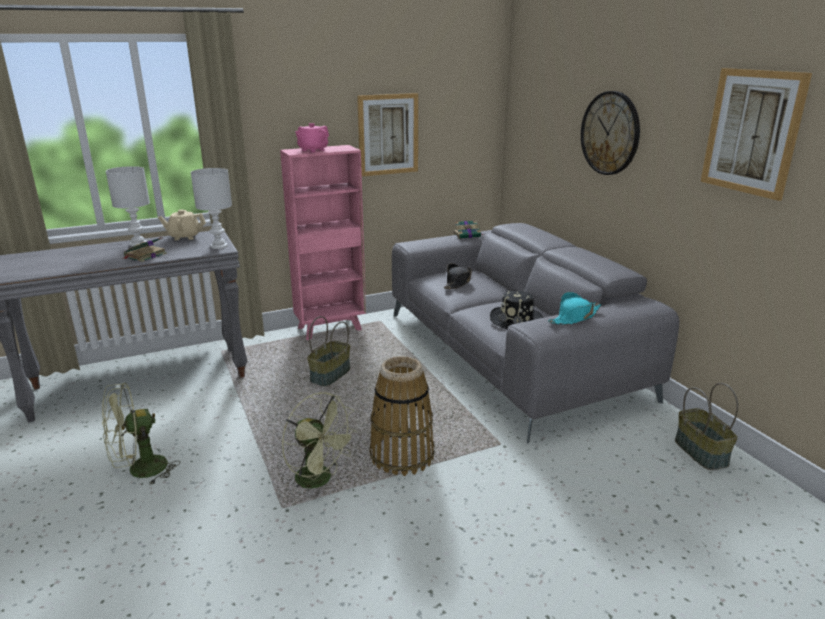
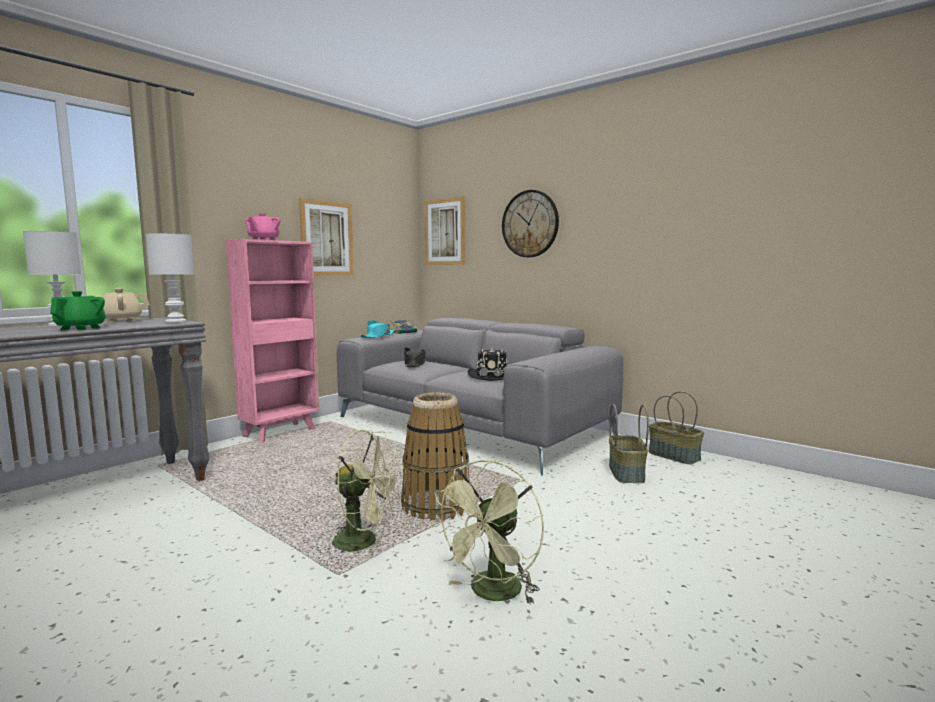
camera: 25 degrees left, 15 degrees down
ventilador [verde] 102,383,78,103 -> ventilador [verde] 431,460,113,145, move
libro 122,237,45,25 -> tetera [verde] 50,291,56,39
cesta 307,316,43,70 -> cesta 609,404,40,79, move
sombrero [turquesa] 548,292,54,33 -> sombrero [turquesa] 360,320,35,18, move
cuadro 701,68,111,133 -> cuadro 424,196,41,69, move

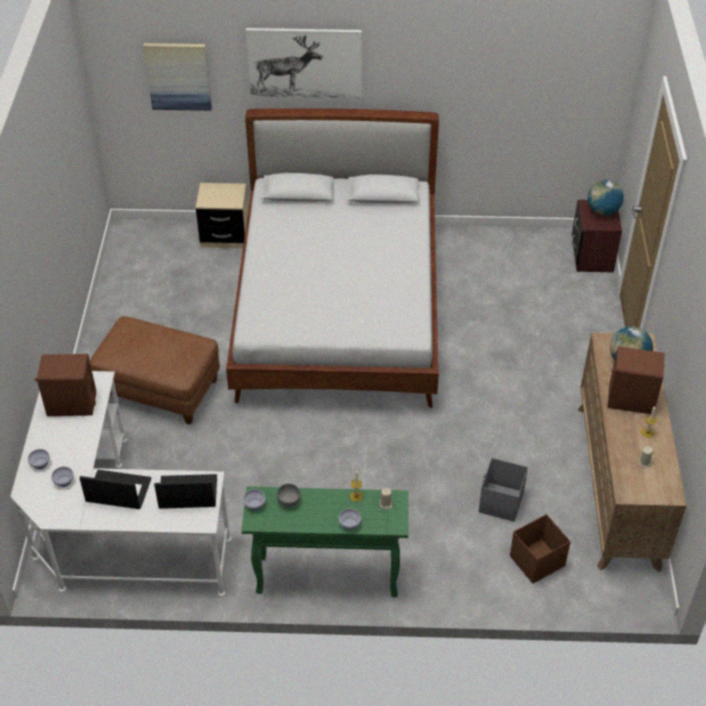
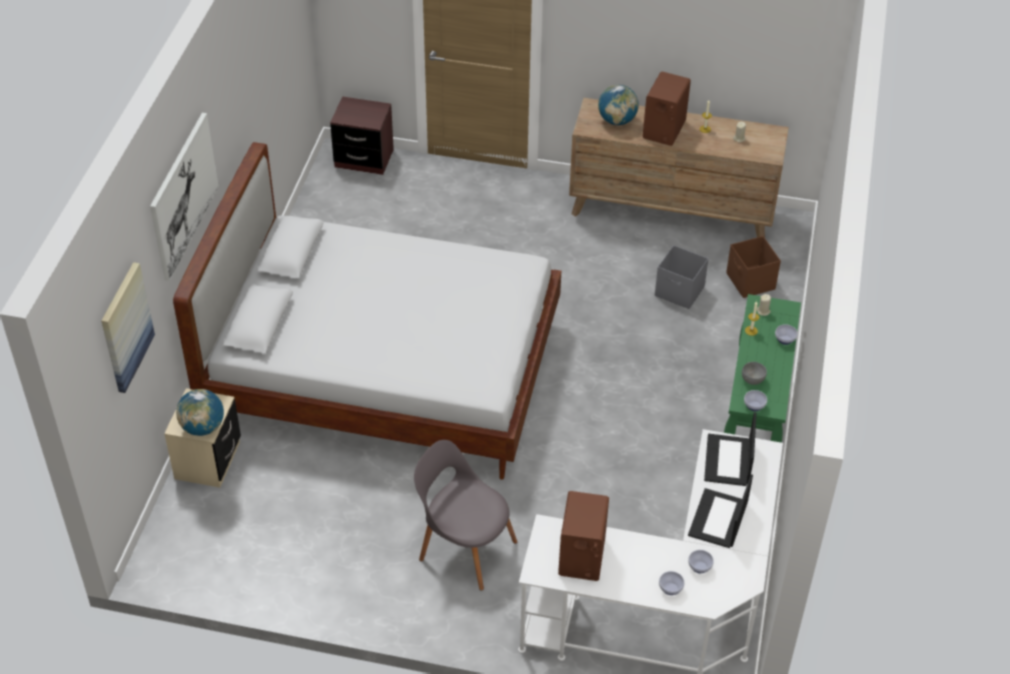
camera: 80 degrees left, 0 degrees up
puf [marrón] 90,316,130,109 -> silla [gris] 414,440,103,150
globo terráqueo 588,180,36,35 -> globo terráqueo 176,389,48,47, move

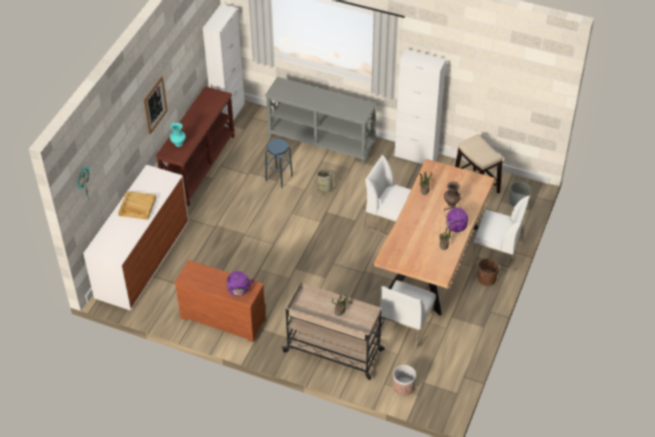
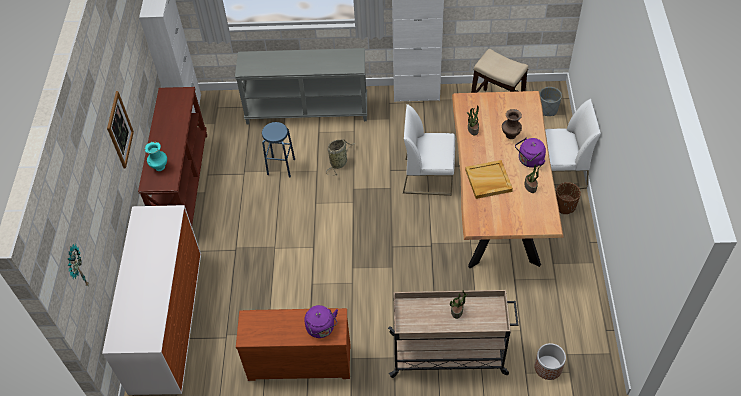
camera: 20 degrees left, 5 degrees up
bandeja [beis] 118,191,38,29 -> bandeja [beis] 465,160,48,39, move
silla [blanco] 378,280,58,69 -> none

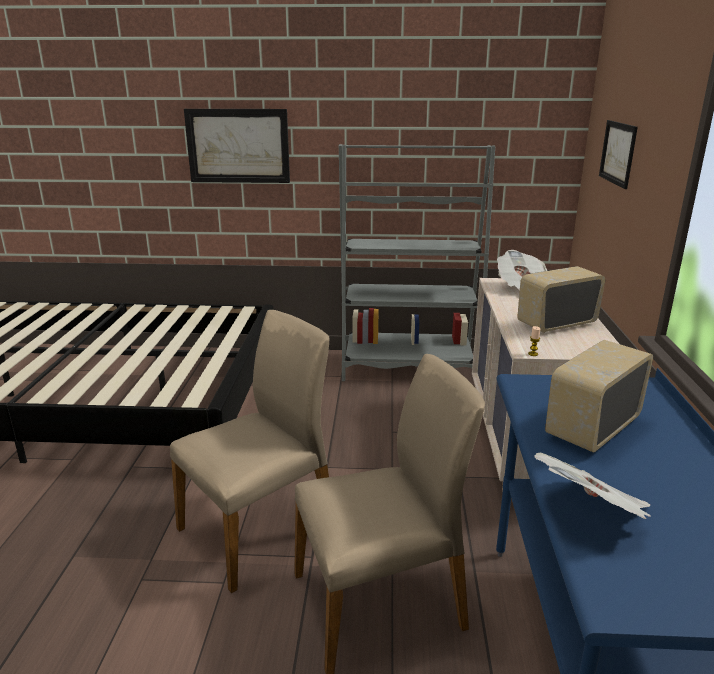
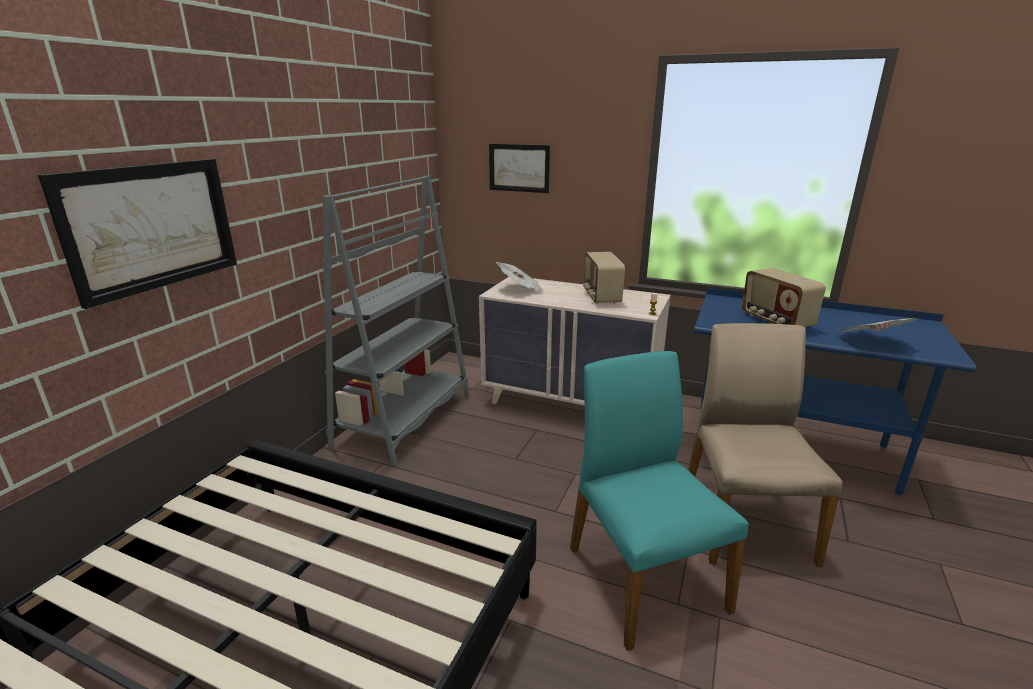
camera: 70 degrees left, 0 degrees up
silla [beis] 170,310,159,283 -> silla [turquesa] 570,351,179,300

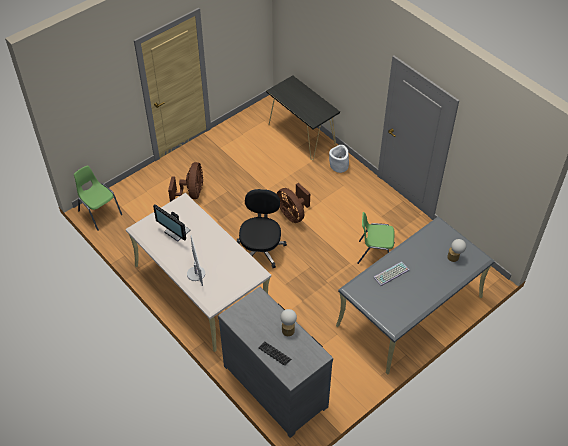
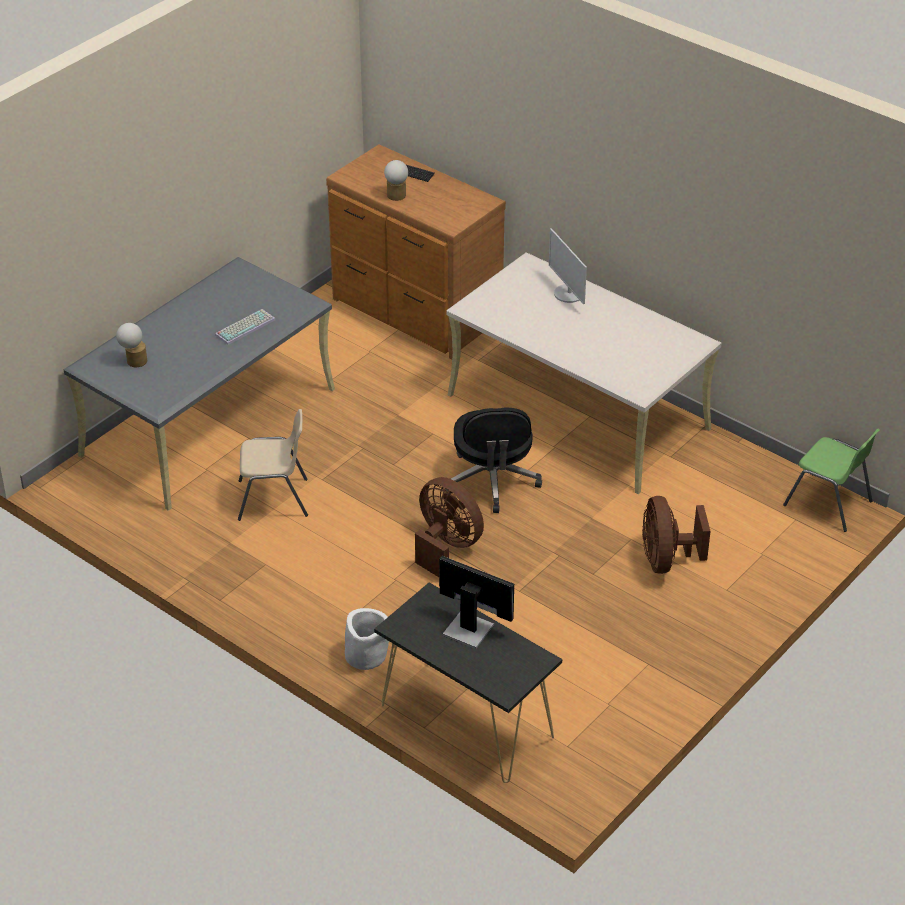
camera: 170 degrees right, 10 degrees down
monitor 153,204,37,38 -> monitor 439,556,75,93, move
cómoda [gris] 218,287,115,151 -> cómoda [marrón] 326,144,180,216
silla [verde] 357,212,38,52 -> silla [beis] 238,409,70,112

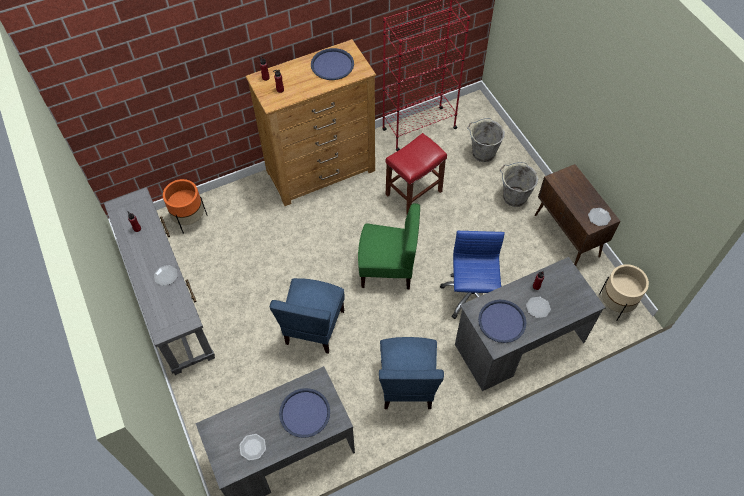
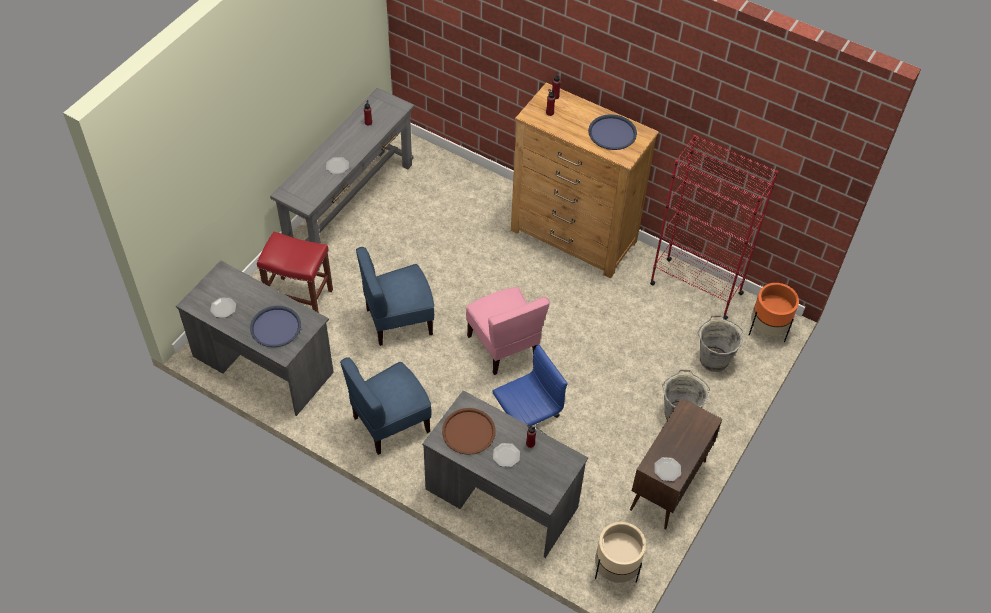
camera: 55 degrees right, 5 degrees down
maceta [naranja] 163,179,45,55 -> maceta [naranja] 749,283,50,59, move
silla [verde] 358,203,62,86 -> silla [rosa] 466,287,84,88
taburete [rojo] 385,133,62,81 -> taburete [rojo] 257,232,76,81, move
bandeja [azul] 478,300,48,43 -> bandeja [marrón] 442,408,54,47

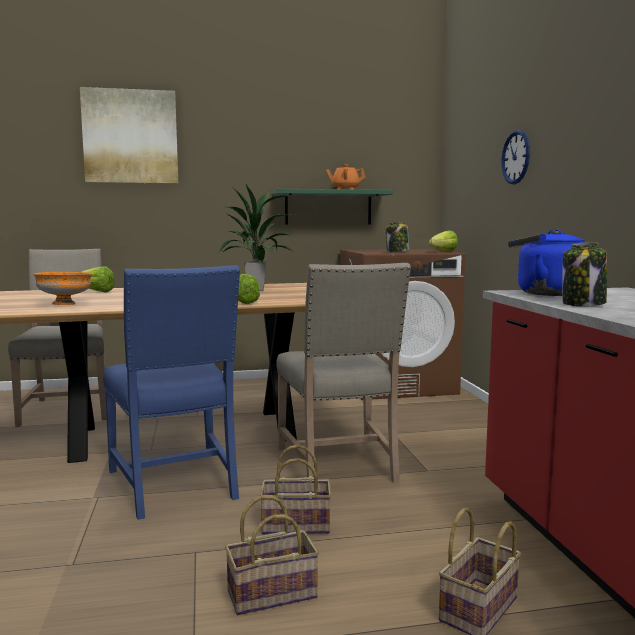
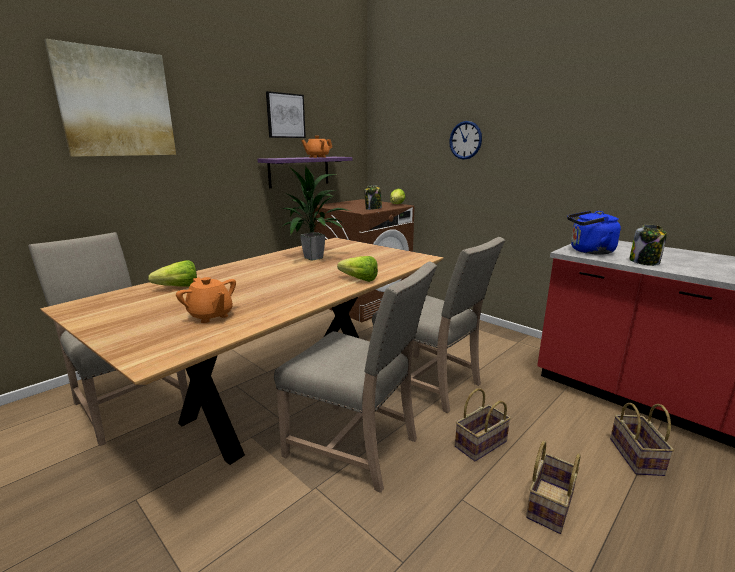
camera: 35 degrees left, 10 degrees up
cuenco [naranja] 33,272,60,33 -> tetera [naranja] 176,277,60,46
silla [azul] 103,265,137,255 -> silla [beis] 274,262,163,231
estante [verde] 272,189,121,35 -> estante [morado] 257,157,96,31
none -> cuadro 266,91,40,47

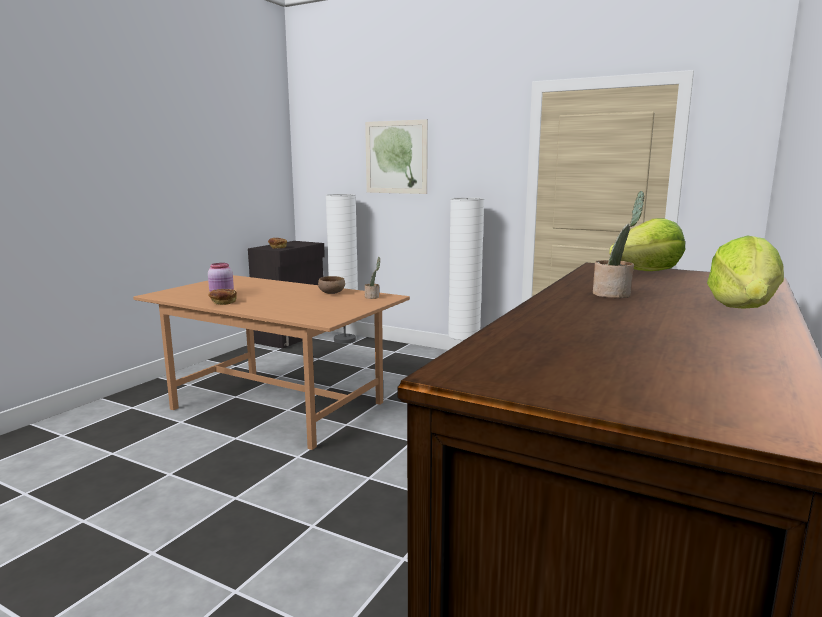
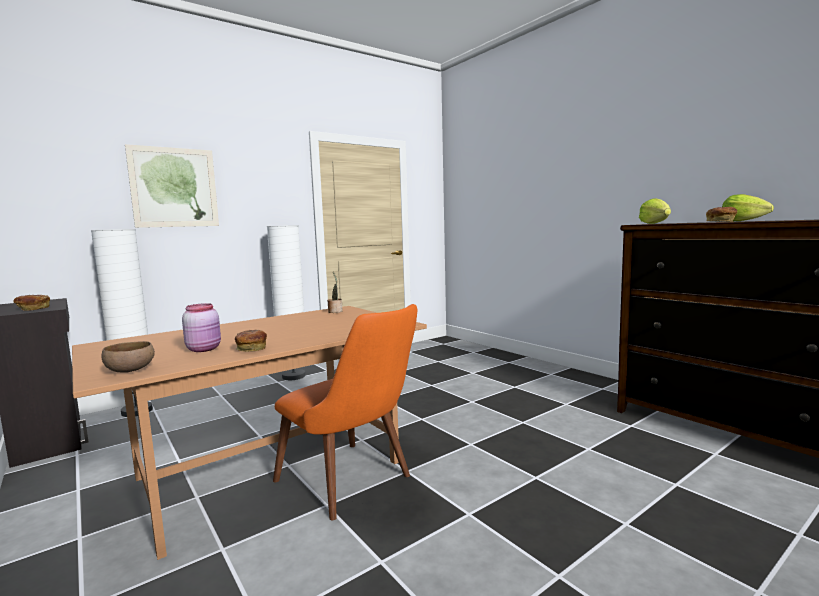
camera: 65 degrees left, 5 degrees down
cuenco [marrón] 318,276,27,18 -> cuenco [marrón] 102,341,53,32, move
planta en maceta 593,191,51,107 -> pan 706,207,31,15
none -> silla [naranja] 273,304,145,216

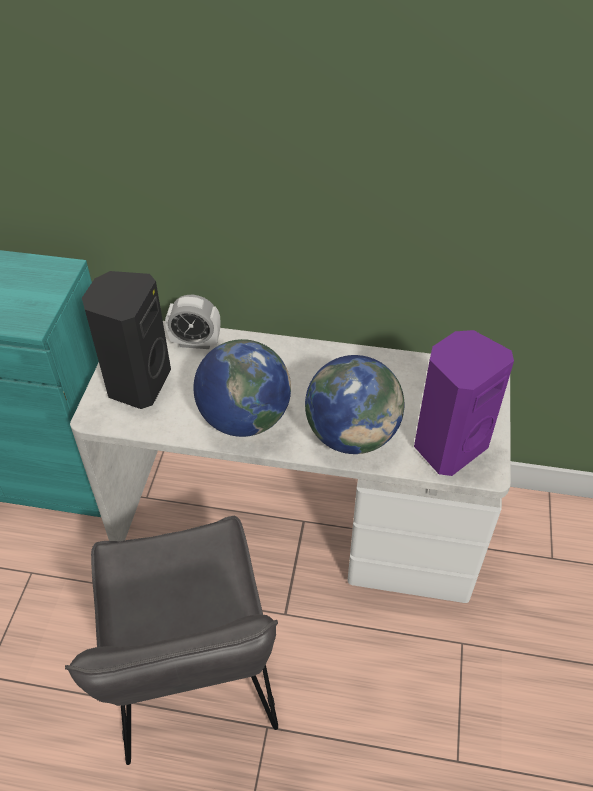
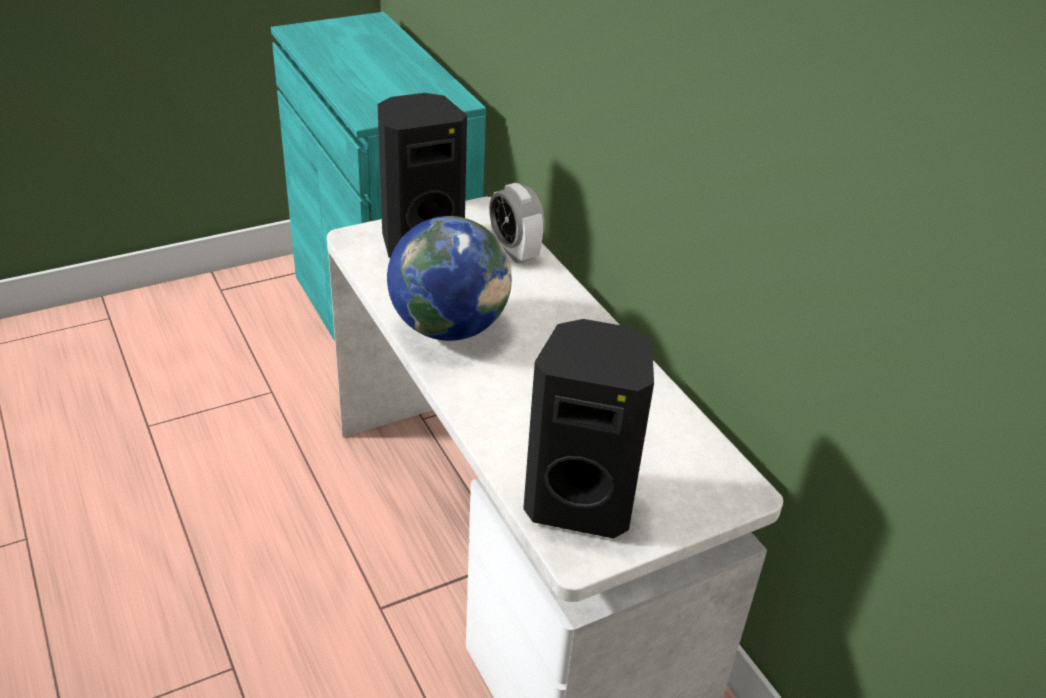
camera: 50 degrees right, 10 degrees down
silla [gris] 65,516,213,249 -> none
globo terráqueo 305,355,99,99 -> none
altavoz [morado] 414,330,100,146 -> altavoz [negro] 523,319,131,220

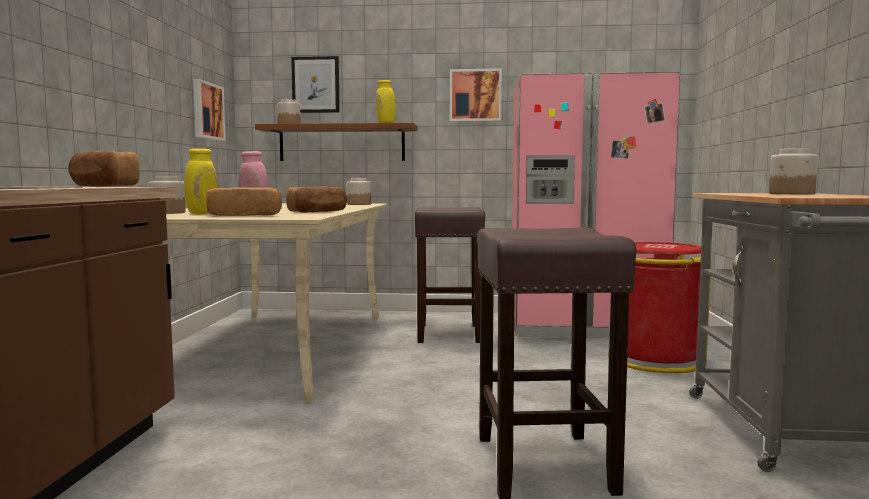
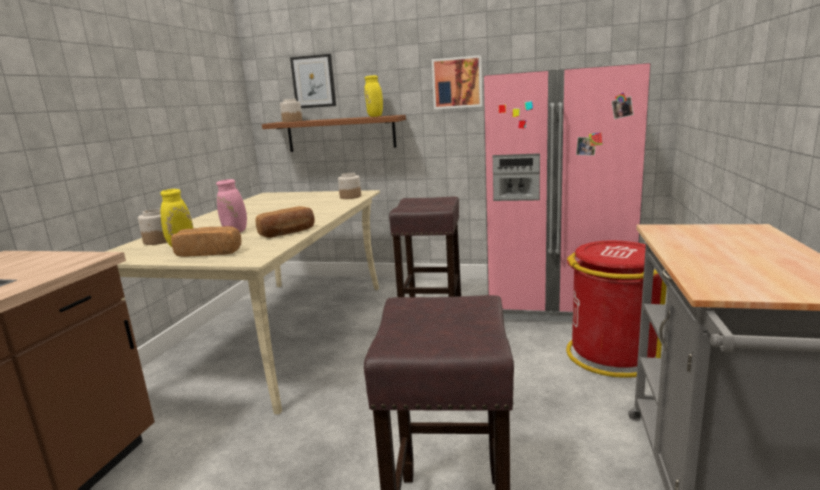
camera: 10 degrees right, 10 degrees up
pan 68,151,72,36 -> none
cuadro 193,79,33,62 -> none
tarro 769,148,49,46 -> none

